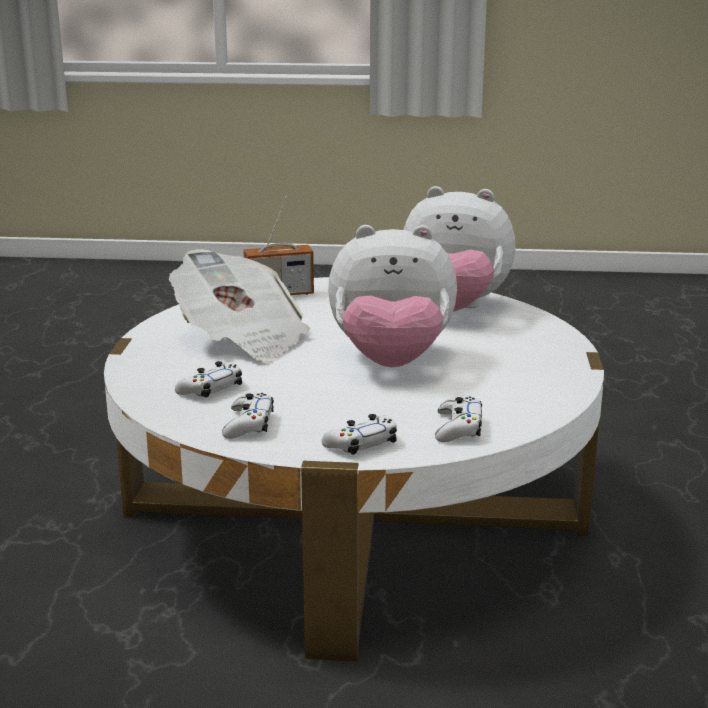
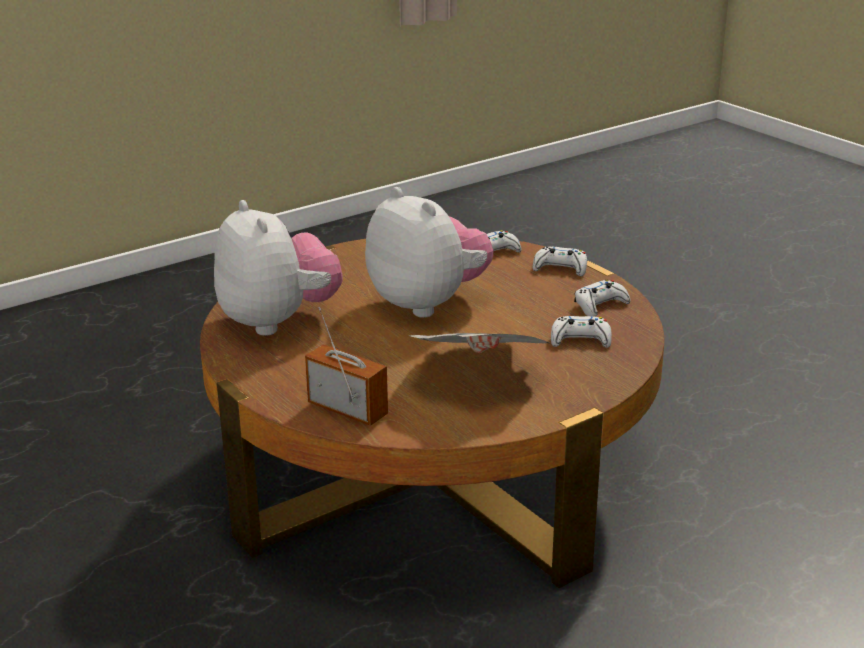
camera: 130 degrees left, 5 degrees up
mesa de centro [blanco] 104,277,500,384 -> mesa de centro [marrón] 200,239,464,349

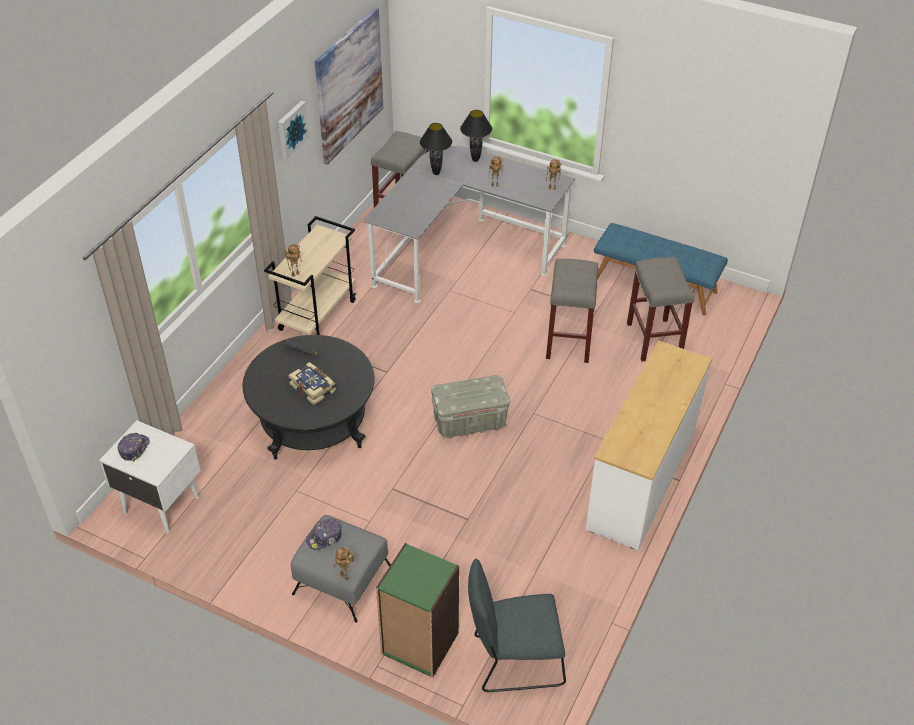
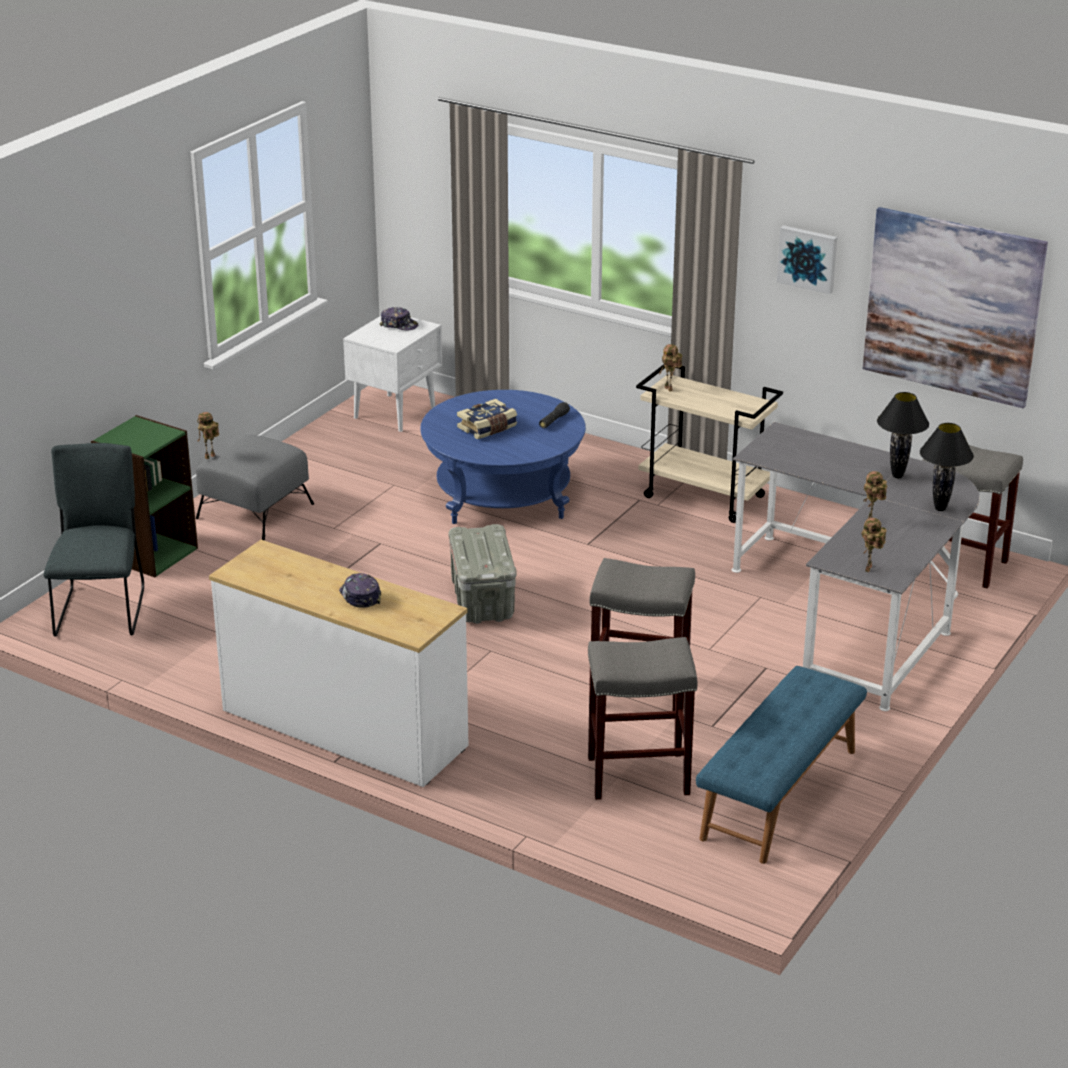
camera: 95 degrees right, 15 degrees down
mesa de centro [negro] 243,335,132,124 -> mesa de centro [azul] 420,390,166,134
gorra 306,519,36,31 -> gorra 339,573,42,35, move

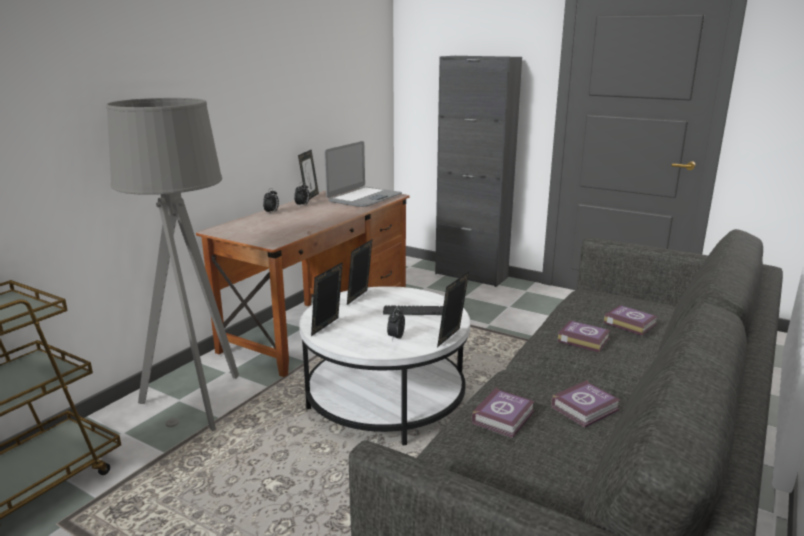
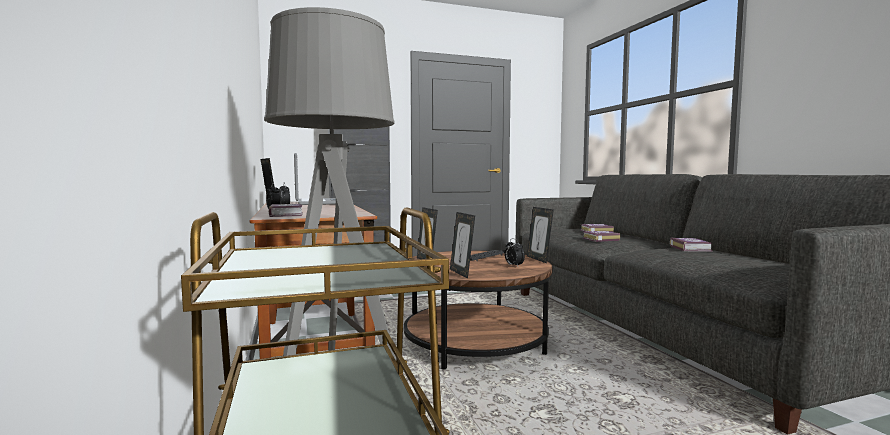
camera: 50 degrees left, 15 degrees down
mesa de centro [blanco] 299,286,171,159 -> mesa de centro [marrón] 404,251,148,119
libro 472,387,63,51 -> libro 269,204,34,13, move

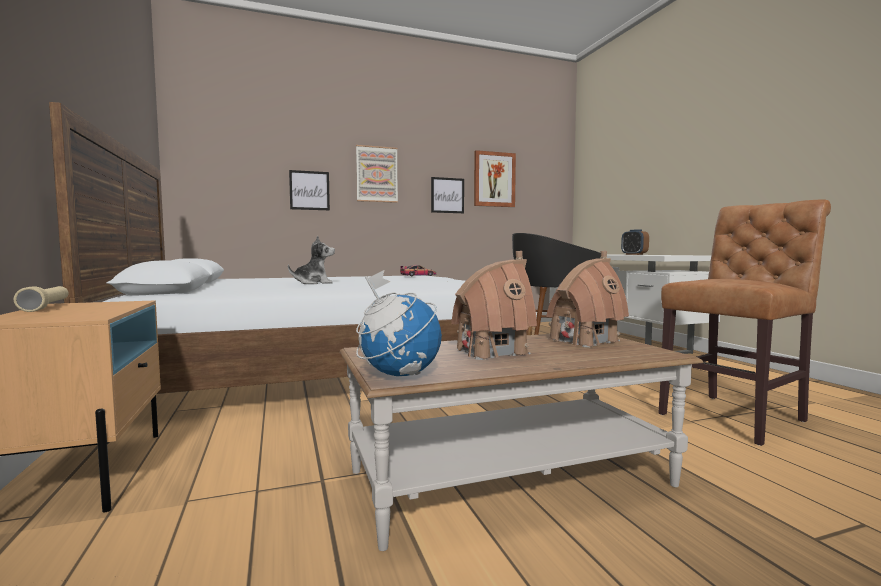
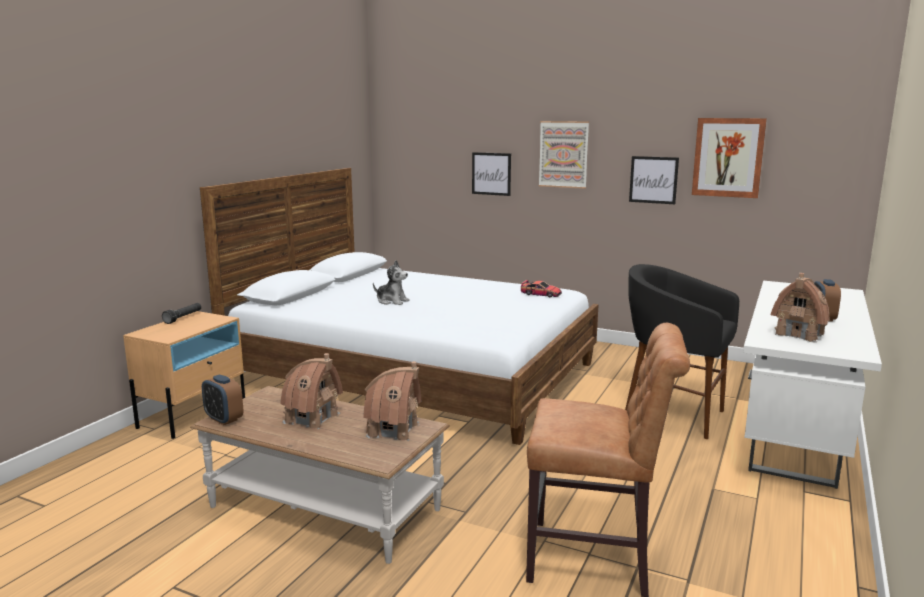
camera: 45 degrees right, 10 degrees up
linterna [beis] 14,286,55,26 -> linterna [negro] 162,303,39,21
globo terráqueo 356,270,86,106 -> despertador 202,375,41,50
none -> casita 770,273,60,70

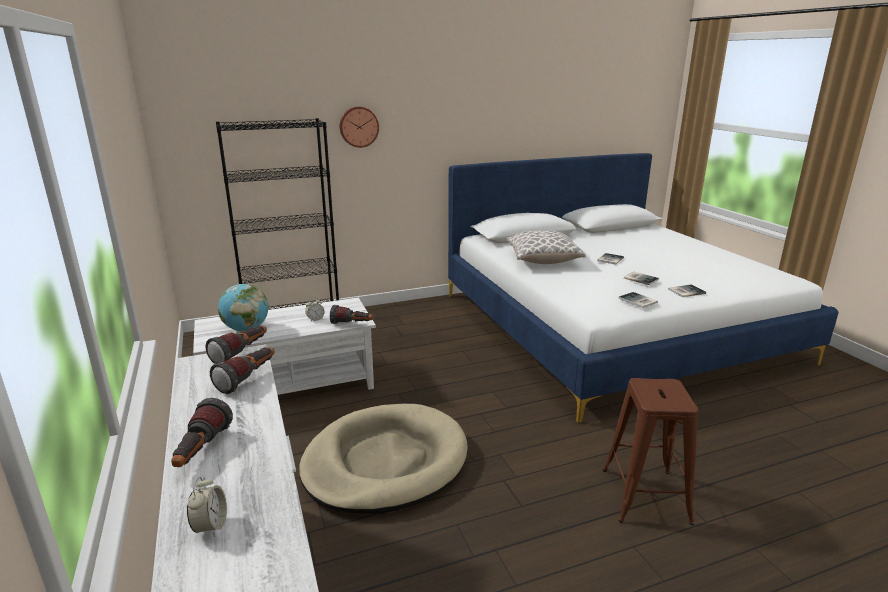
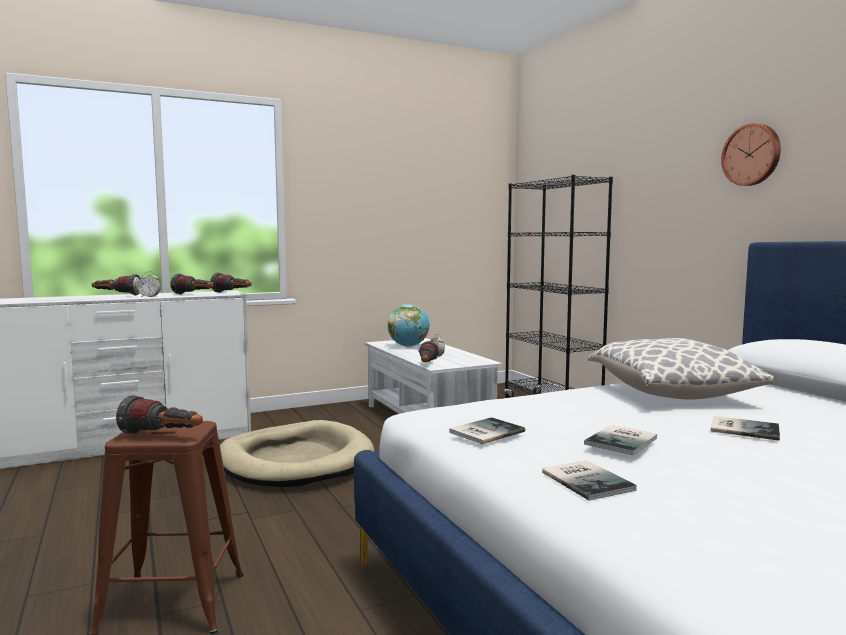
camera: 85 degrees right, 15 degrees down
despertador 187,477,40,60 -> despertador 138,271,23,26, move
reloj de pared 340,107,39,41 -> reloj de pared 721,123,60,63, move
none -> linterna 116,395,87,39

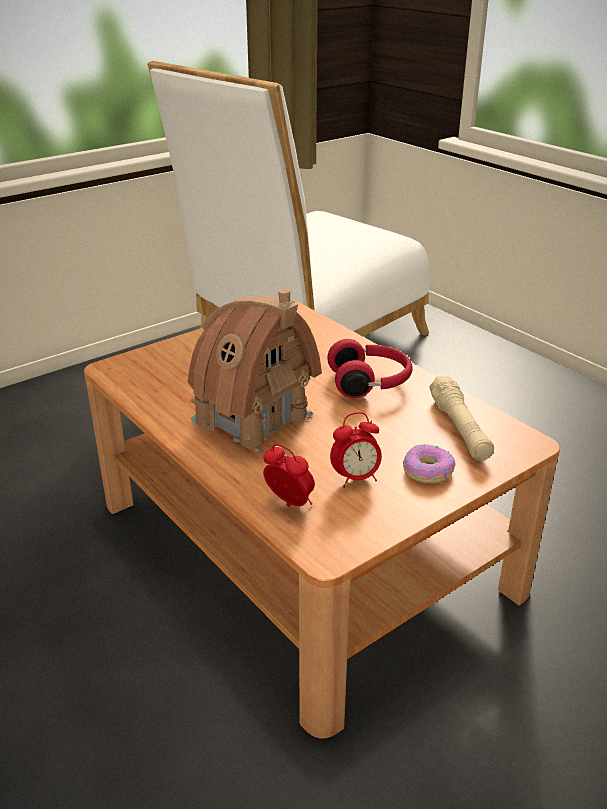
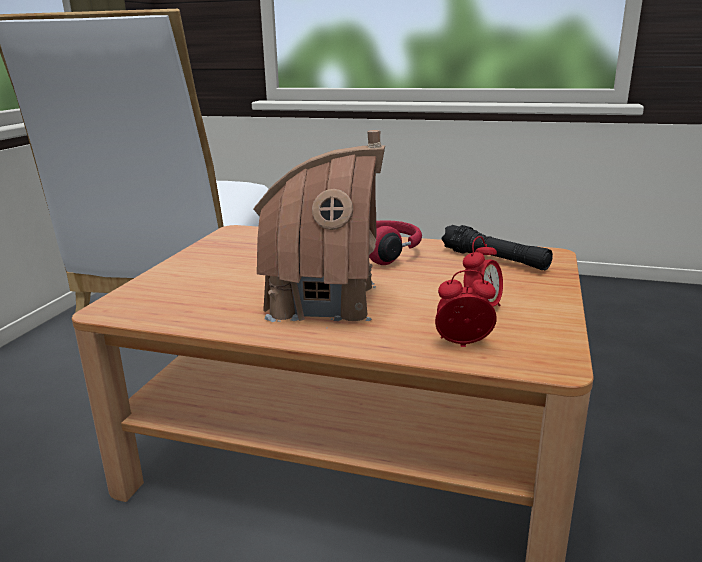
camera: 35 degrees left, 10 degrees down
rosquilla 403,444,53,39 -> none
linterna [beis] 429,375,65,86 -> linterna [negro] 442,225,111,45

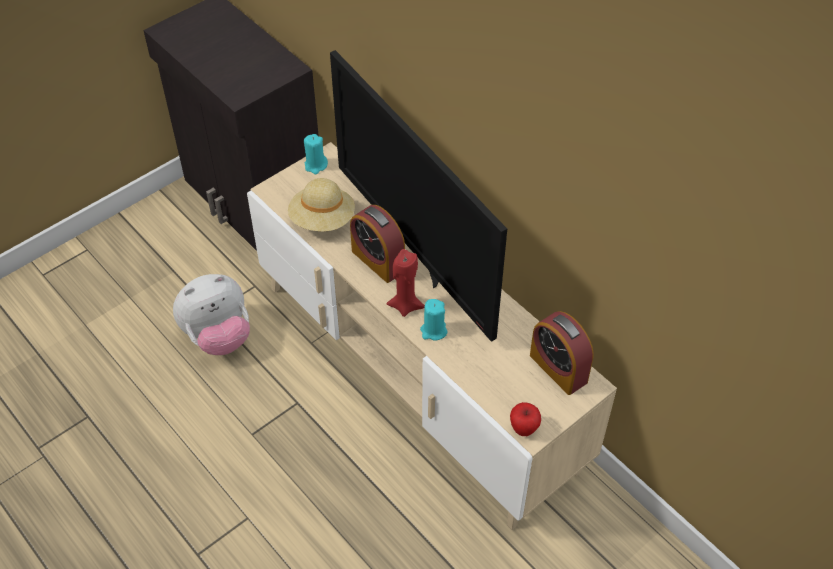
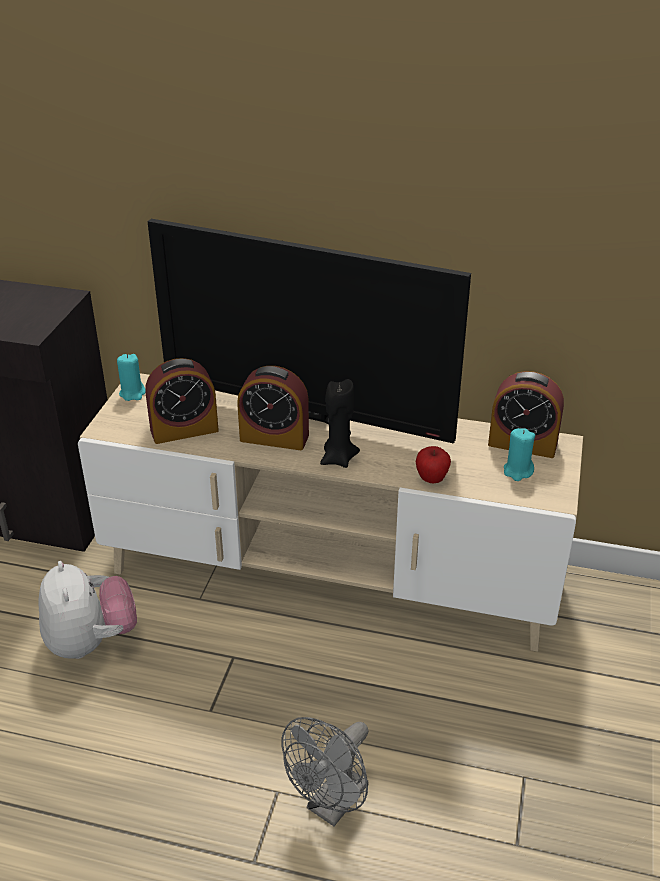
camera: 35 degrees left, 15 degrees down
peluche 173,274,77,81 -> peluche 38,561,99,98, 45 degrees counterclockwise
sombrero [beis] 288,178,67,54 -> despertador 145,358,74,86
vela [rojo] 386,249,39,68 -> vela [negro] 320,379,40,89
vela [turquesa] 420,299,27,42 -> vela [turquesa] 504,428,31,53, move
manzana 510,402,31,34 -> manzana 416,446,35,37, move
none -> ventilador [gris] 281,717,88,109

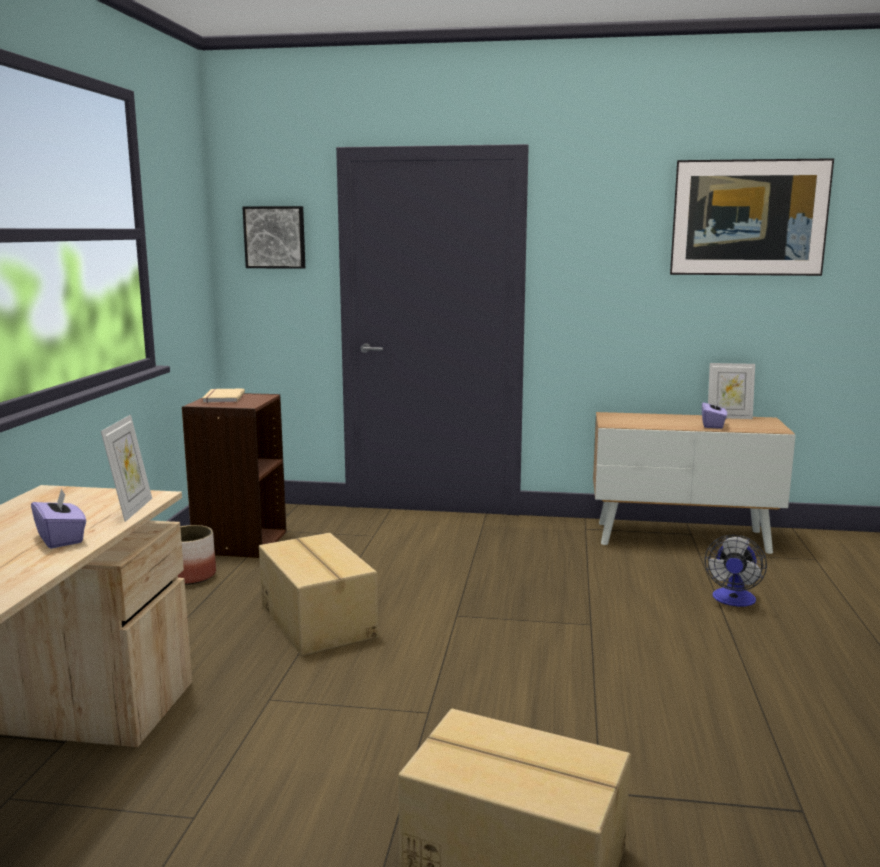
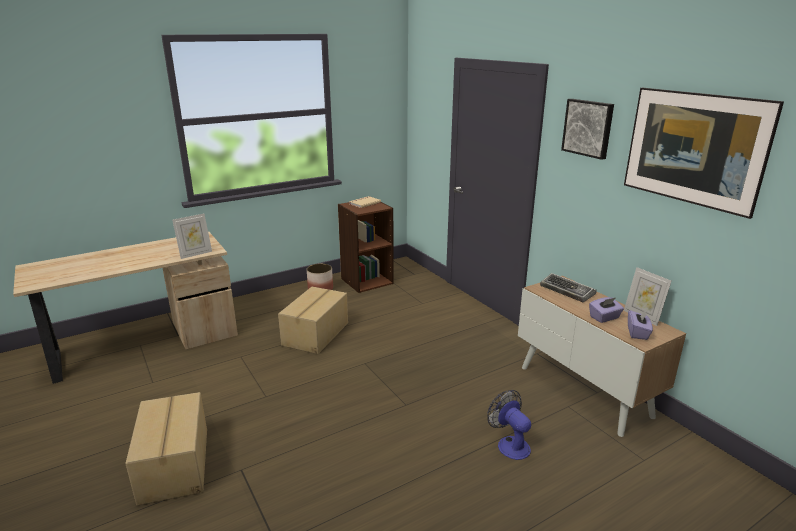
camera: 50 degrees right, 10 degrees up
caja de pañuelos [morado] 31,488,55,61 -> caja de pañuelos [morado] 628,310,25,30, move
cuadro 242,206,63,63 -> cuadro 561,99,53,61, move
ventilador 705,535,62,72 -> ventilador 487,390,44,70, 75 degrees clockwise
none -> teclado 540,273,56,29

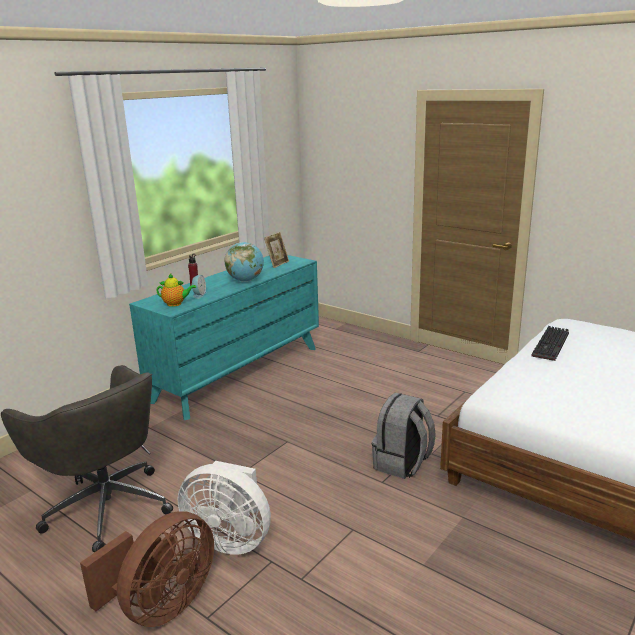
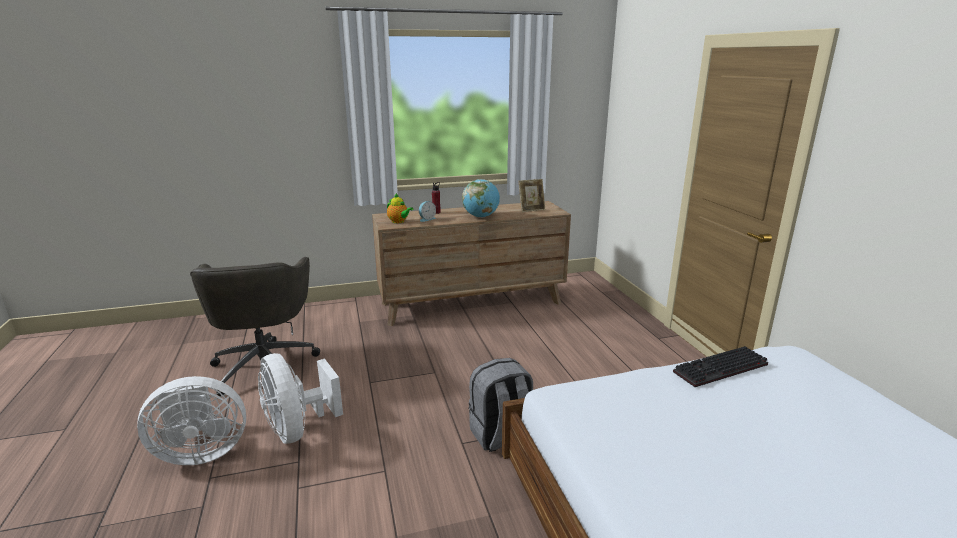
camera: 35 degrees right, 0 degrees up
ventilador [marrón] 80,511,134,116 -> ventilador [blanco] 137,376,109,89
cómoda [turquesa] 129,255,190,165 -> cómoda [marrón] 372,201,199,125

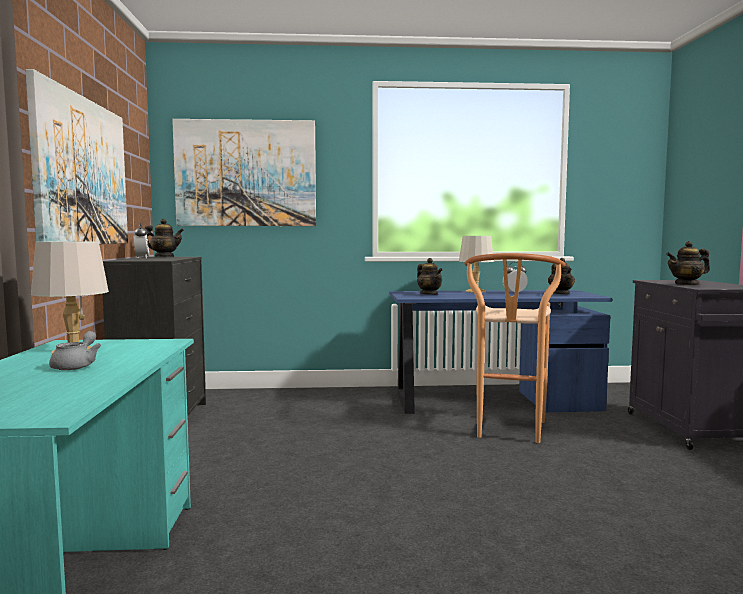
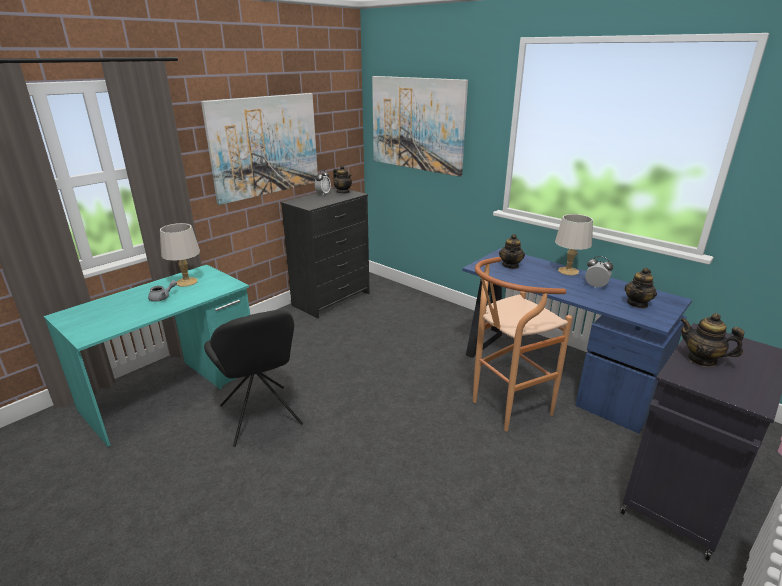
camera: 45 degrees right, 20 degrees up
none -> silla [negro] 204,310,99,137

